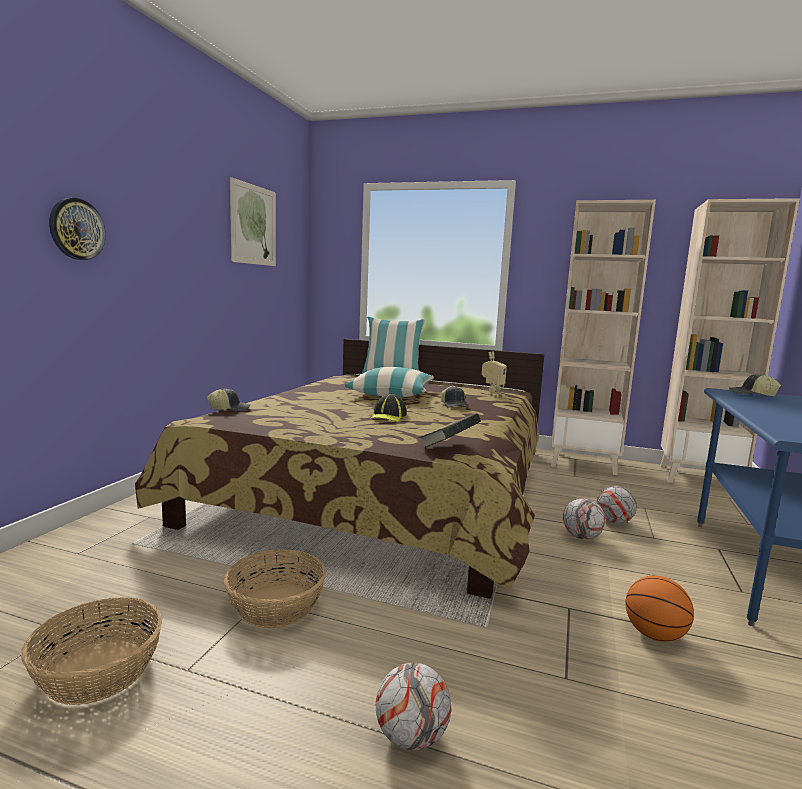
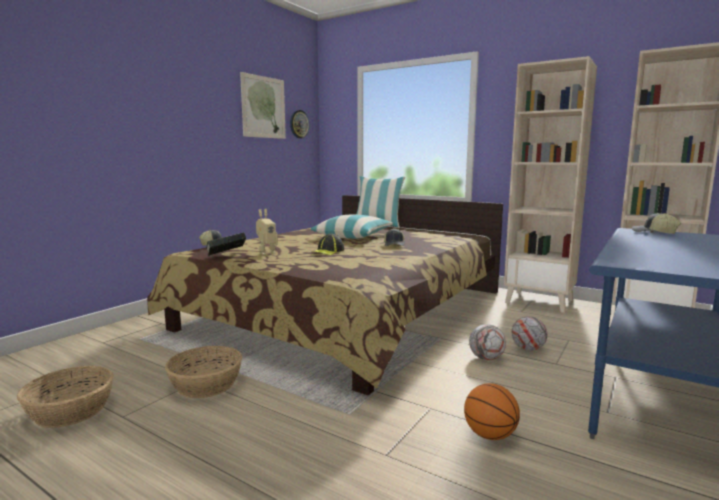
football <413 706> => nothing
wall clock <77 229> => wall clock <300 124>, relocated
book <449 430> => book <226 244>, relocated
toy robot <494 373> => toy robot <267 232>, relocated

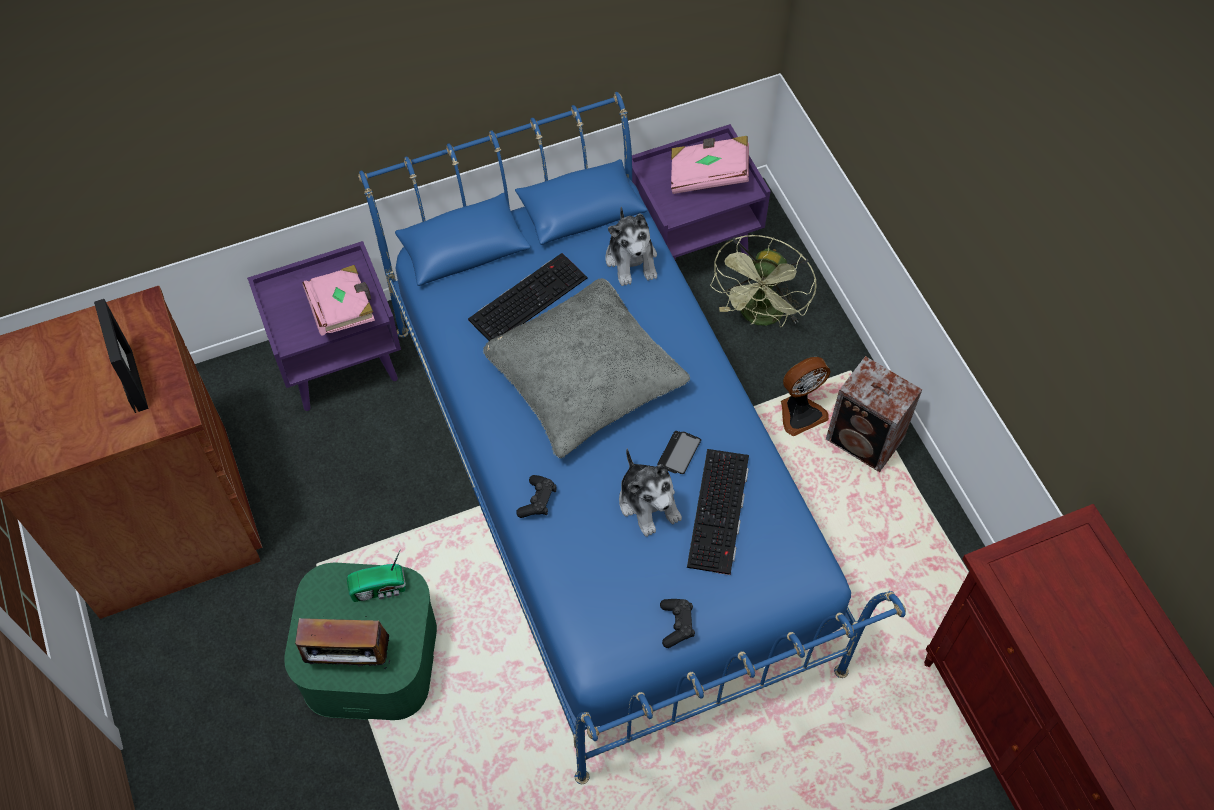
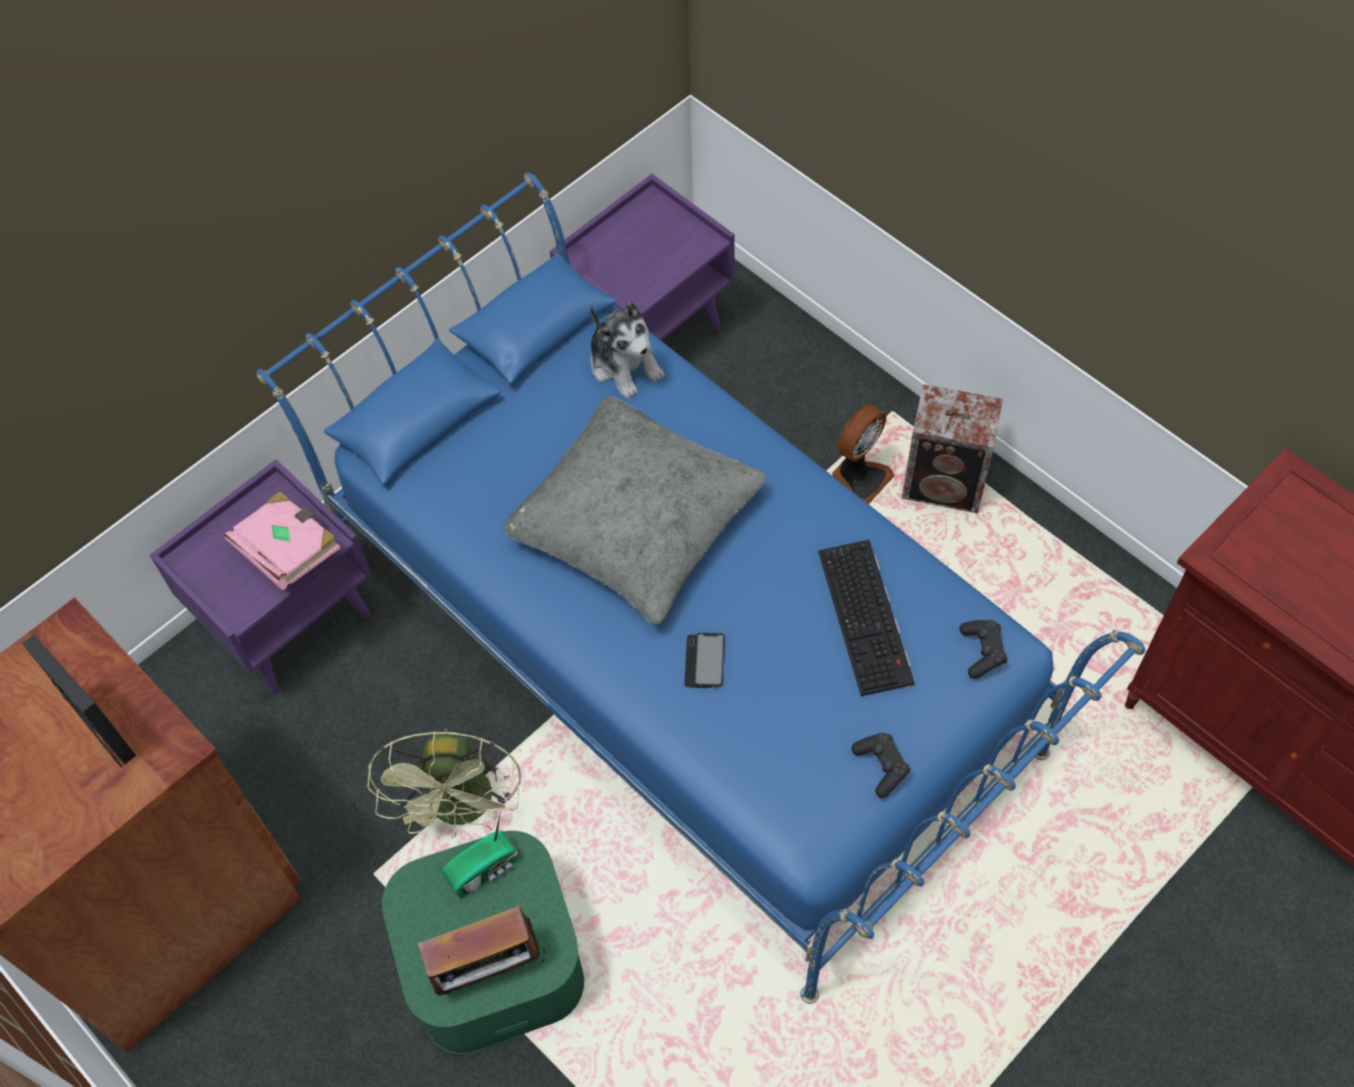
keyboard <527 297> => nothing
plush toy <650 493> => nothing
pink book <710 165> => nothing
black game controller <536 496> => black game controller <983 649>, relocated
phone <679 452> => phone <704 660>, relocated
green fan <763 281> => green fan <444 784>, relocated

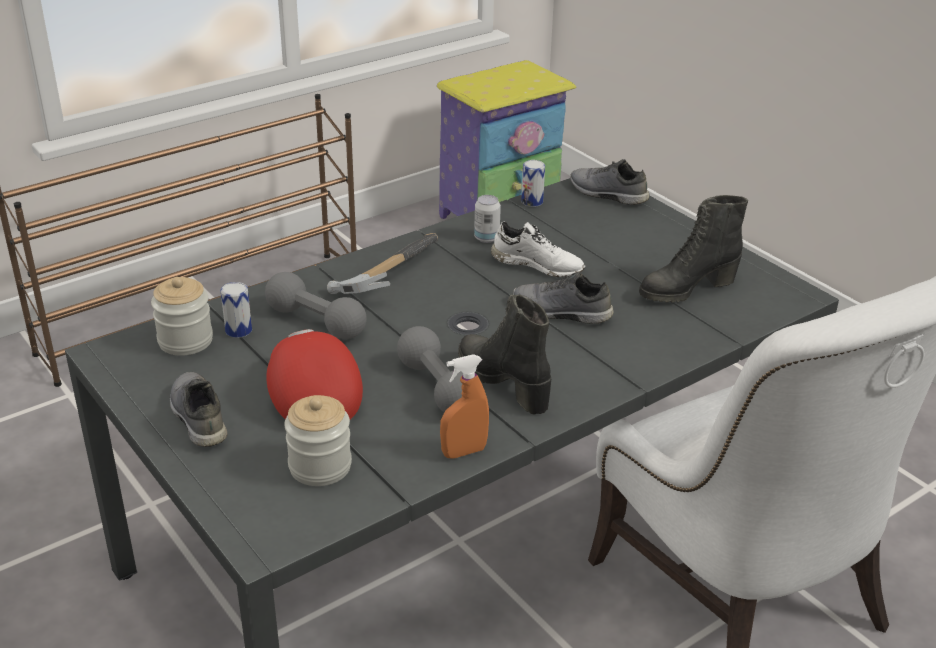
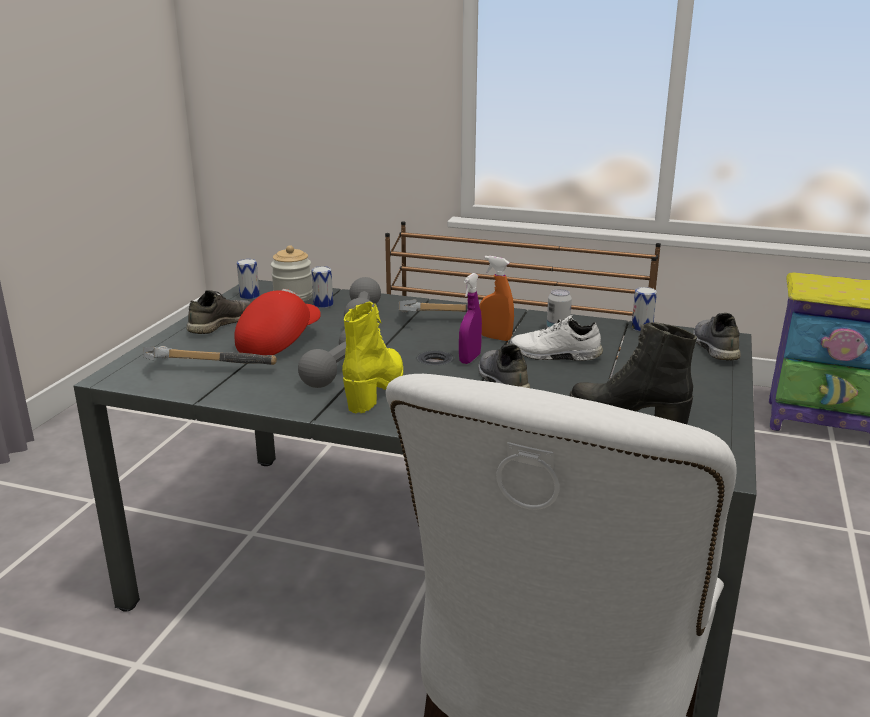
nothing => can <248 279>
nothing => purple spray bottle <470 318>
orange spray bottle <464 406> => orange spray bottle <496 298>, relocated
jar <318 440> => hammer <210 355>
black boot <504 354> => yellow boot <372 358>
white shoe <538 249> => white shoe <556 338>, 120 degrees clockwise

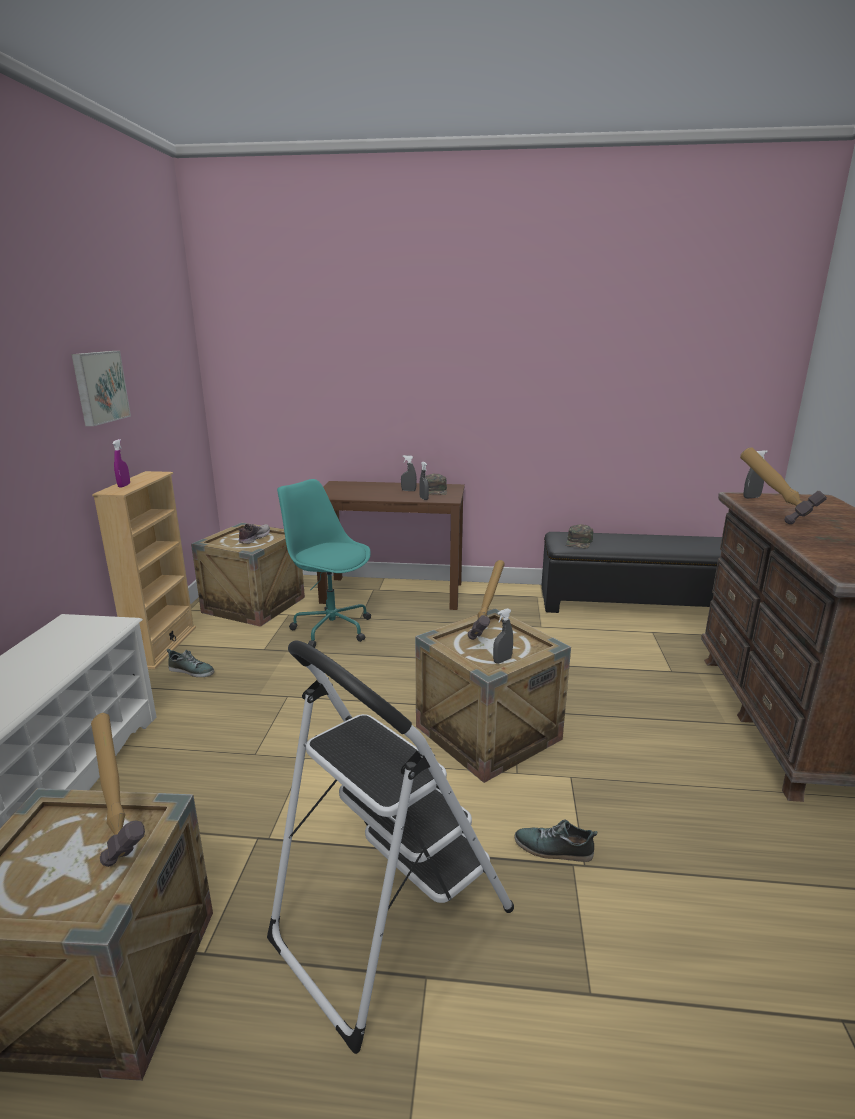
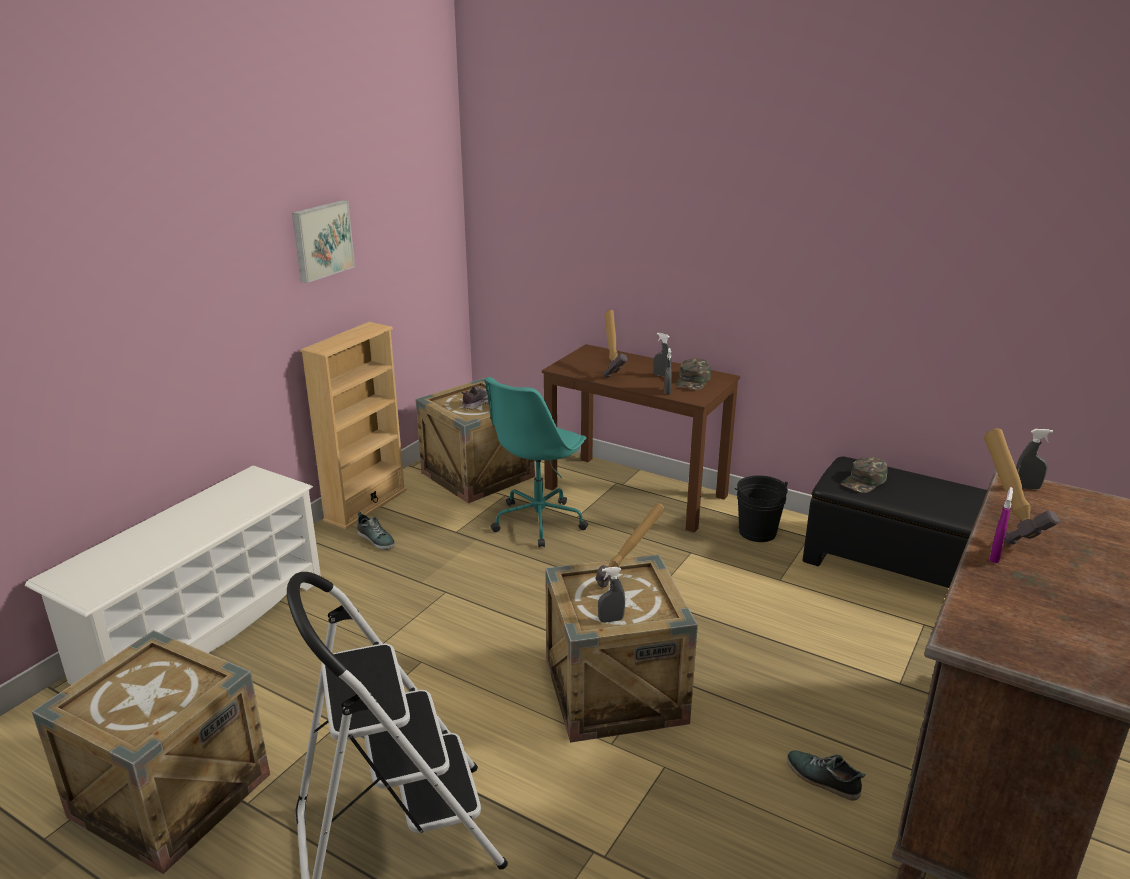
nothing => black bucket <761 508>
hammer <118 790> => hammer <615 343>, relocated
purple spray bottle <121 463> => purple spray bottle <1001 525>, relocated
shoe <556 841> => shoe <826 775>, relocated
turquoise office chair <324 563> => turquoise office chair <536 462>, 120 degrees counterclockwise

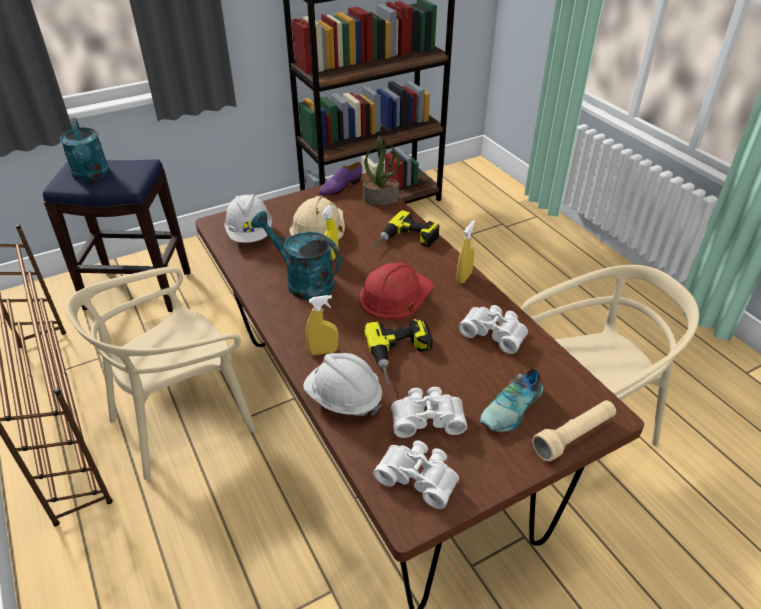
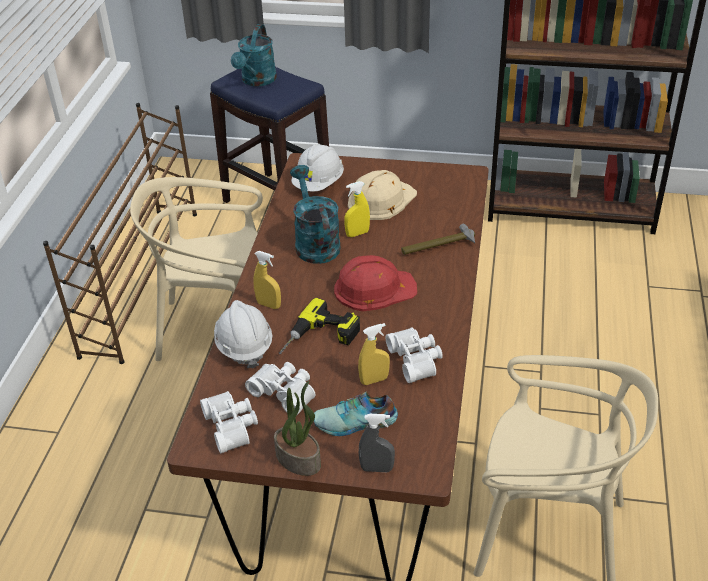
purple shoe <340 179> => nothing
potted plant <381 170> => potted plant <297 428>, relocated
yellow spray bottle <465 252> => yellow spray bottle <374 354>, relocated
power drill <405 229> => hammer <438 239>
beige flashlight <574 431> => grey spray bottle <377 443>

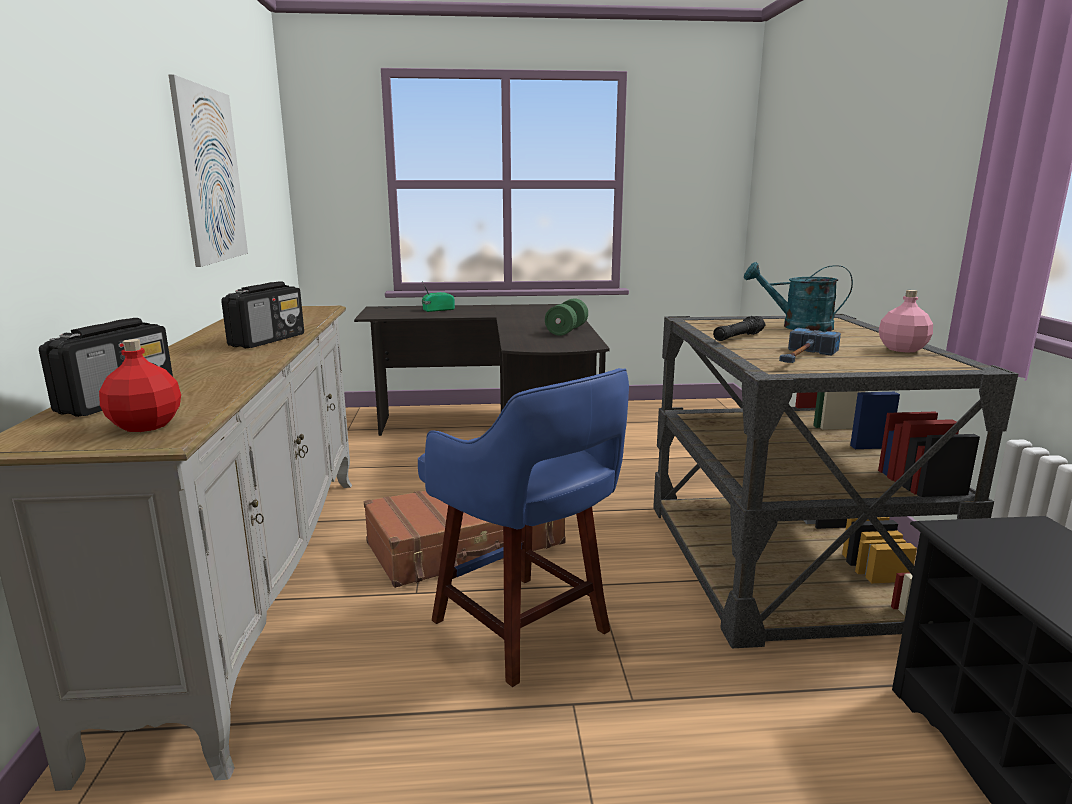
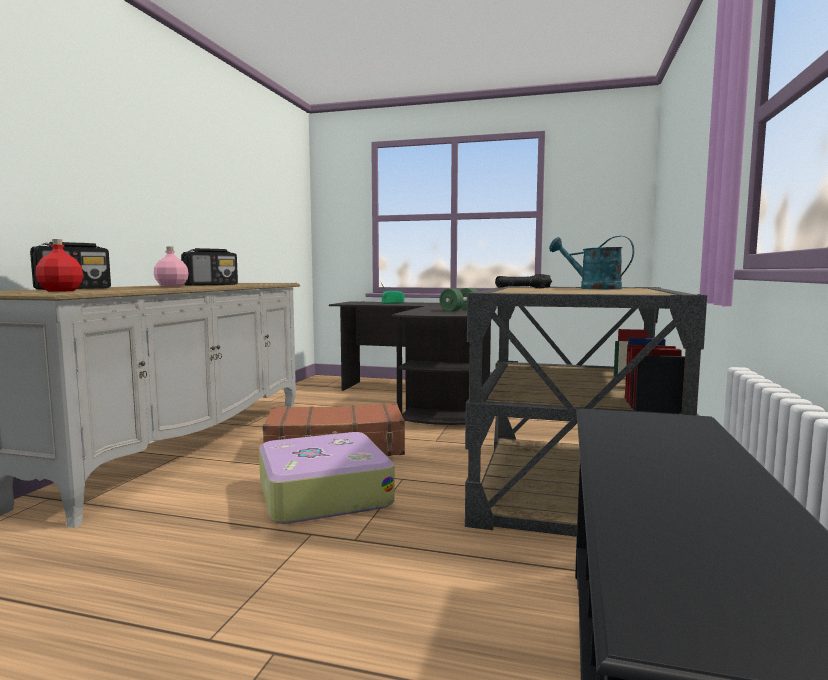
picture <208 170> => nothing
hammer <810 345> => nothing
pink bottle <906 321> => pink bottle <171 266>, relocated
blue stool <523 527> => suitcase <327 478>

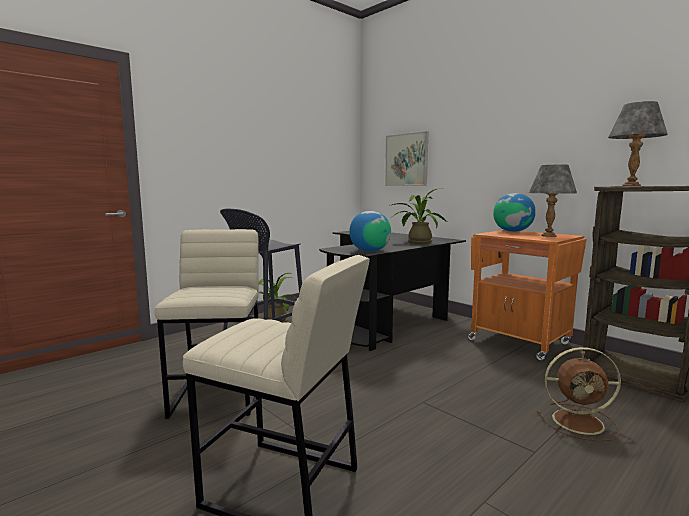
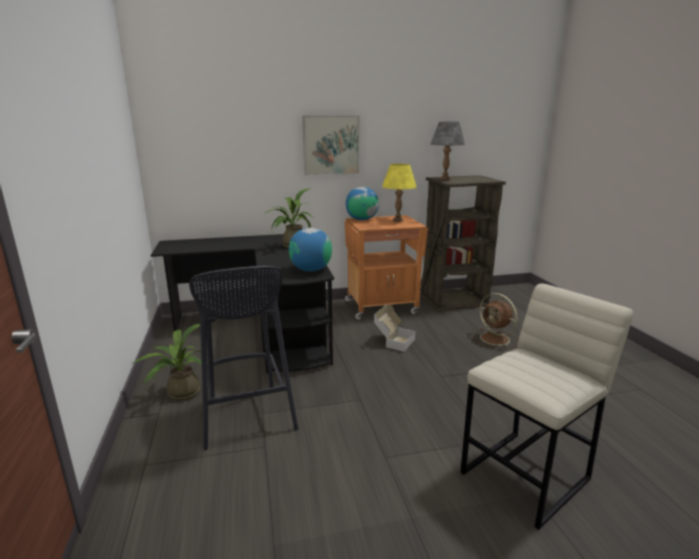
beige chair <207 324> => nothing
nothing => cardboard box <395 328>
picture <407 158> => picture <331 146>, relocated
grey table lamp <553 201> => yellow table lamp <399 193>
brown fan <579 394> => brown fan <495 321>, 105 degrees clockwise

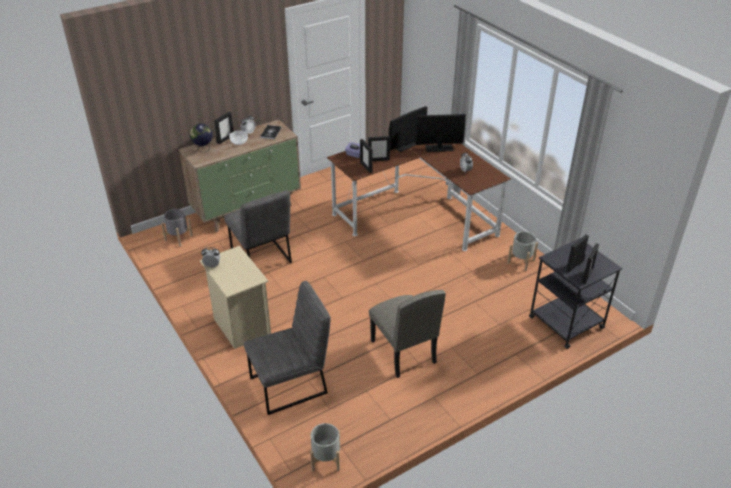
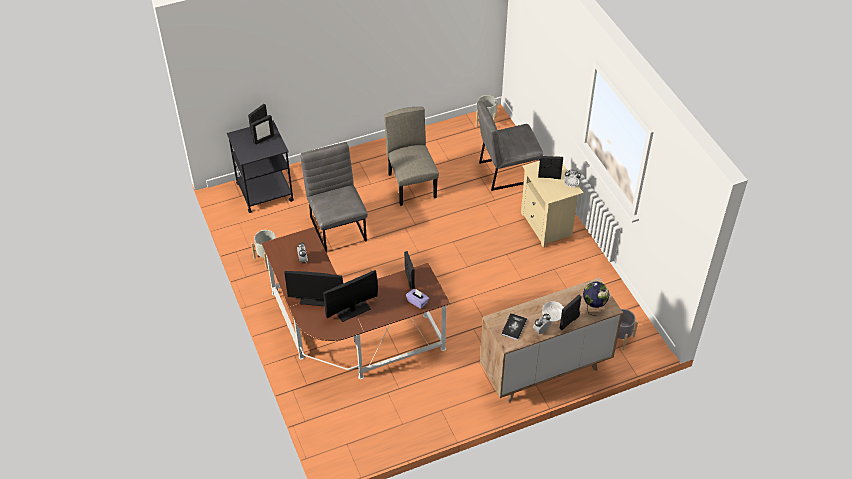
grey chair <258 227> => grey chair <334 197>, relocated
picture frame <379 148> => picture frame <550 167>, relocated

